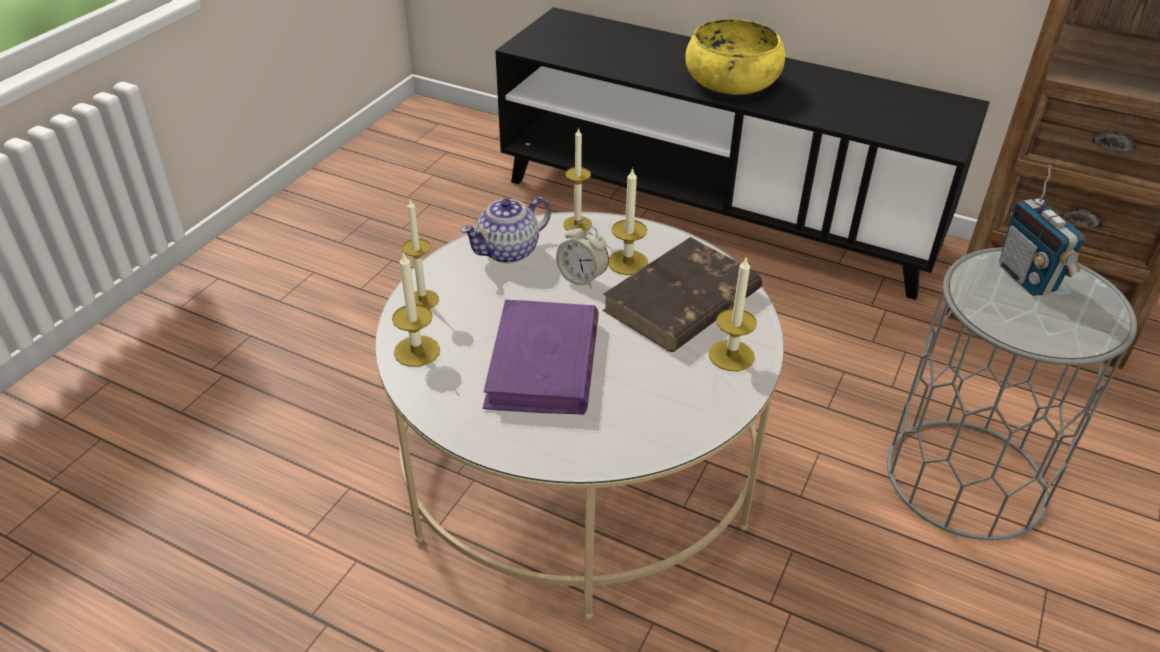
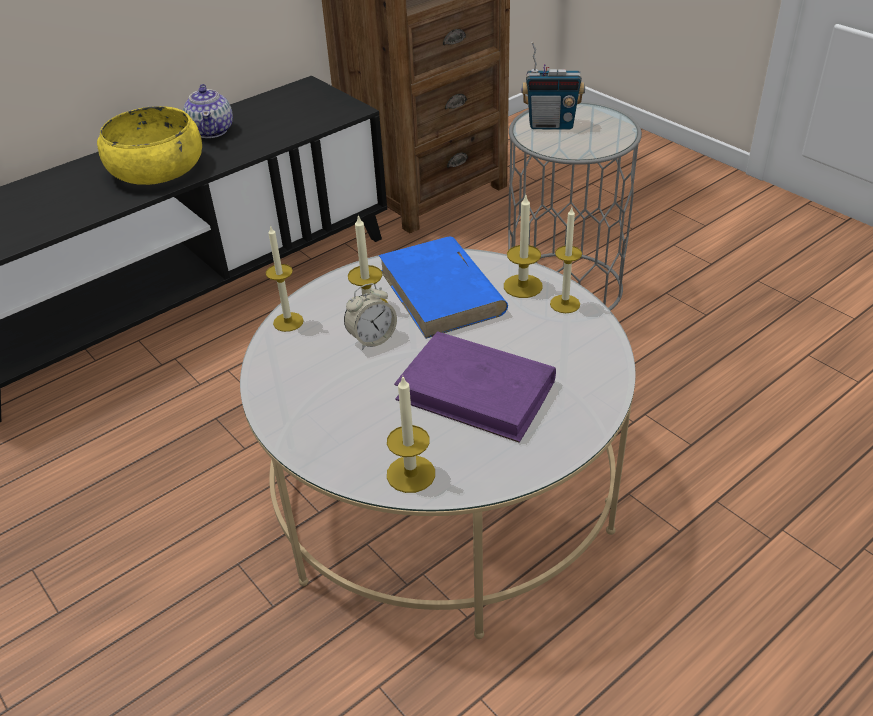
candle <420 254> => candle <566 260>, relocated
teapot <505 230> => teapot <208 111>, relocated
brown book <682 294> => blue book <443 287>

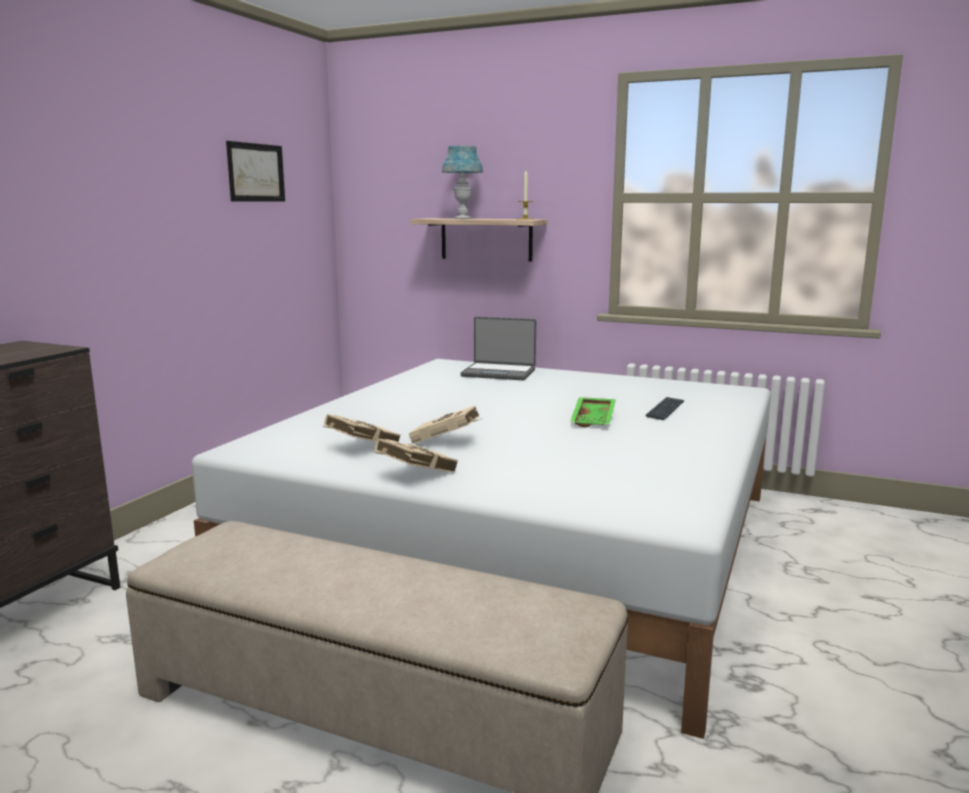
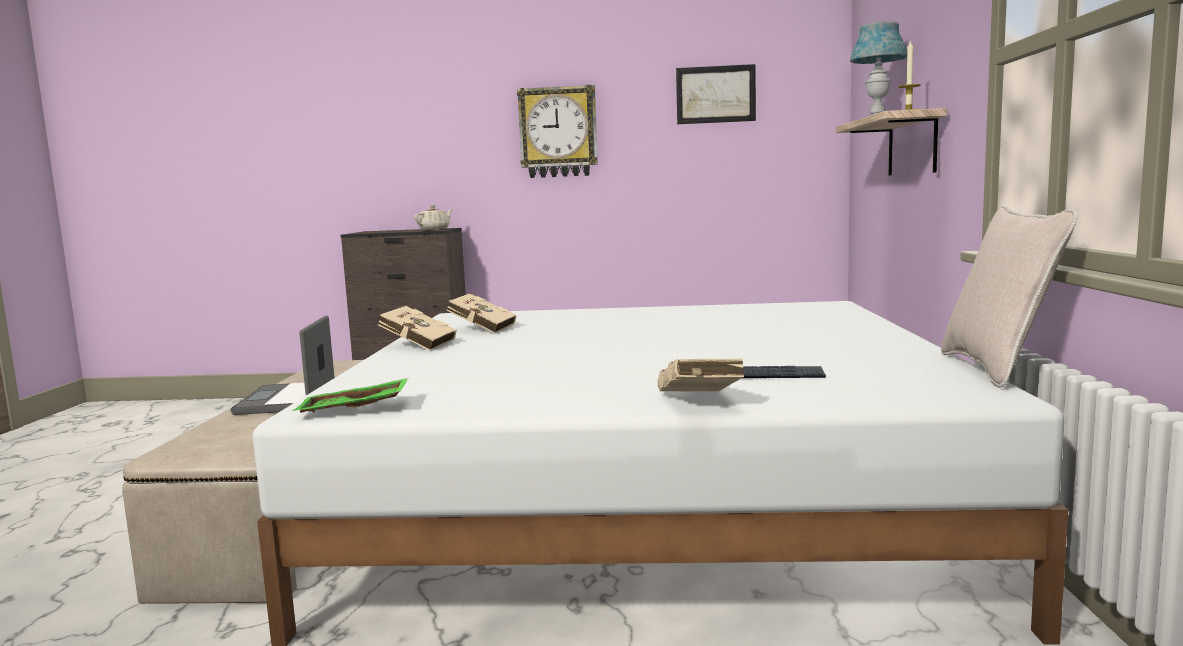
nothing => beige teapot <433 217>
nothing => wall clock <557 131>
nothing => beige pillow <1009 296>
beige book <444 424> => beige book <701 374>, relocated
laptop <498 349> => laptop <282 365>, relocated
green tray <593 412> => green tray <350 395>, relocated

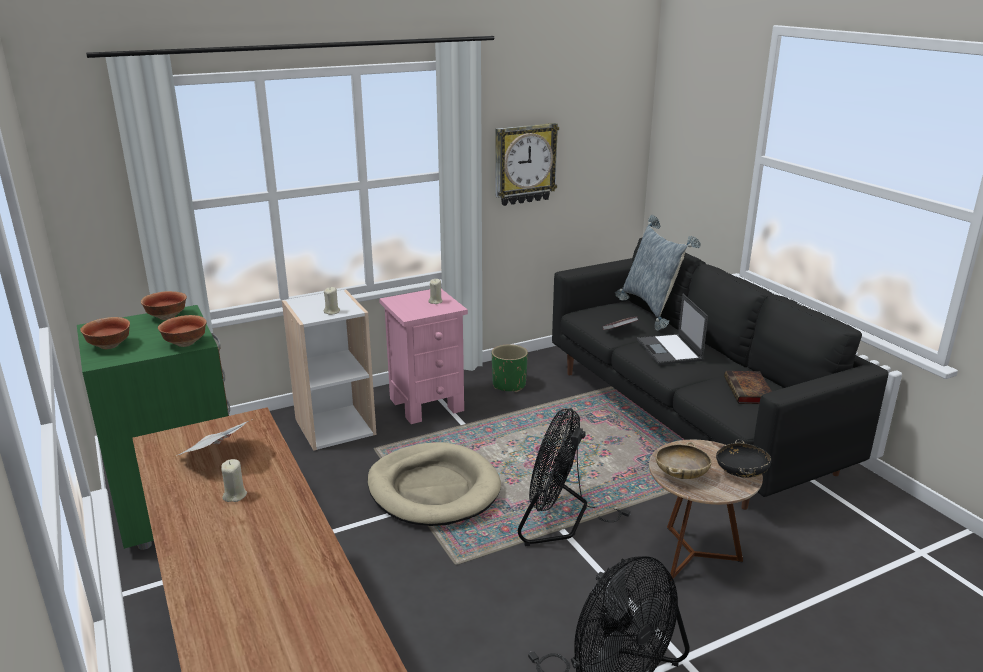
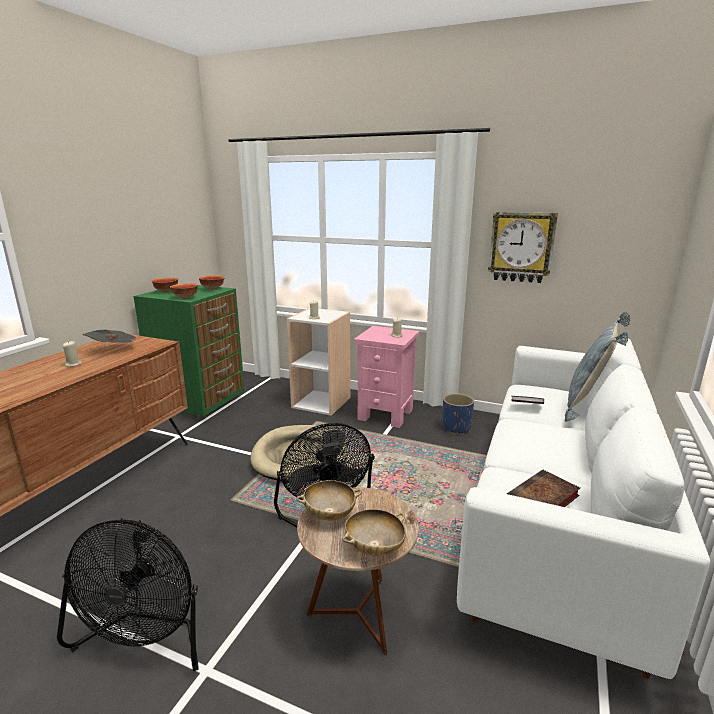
laptop <672 329> => nothing
green planter <510 368> => blue planter <458 413>
black sofa <720 373> => white sofa <583 507>
black bowl <744 458> => beige bowl <374 532>

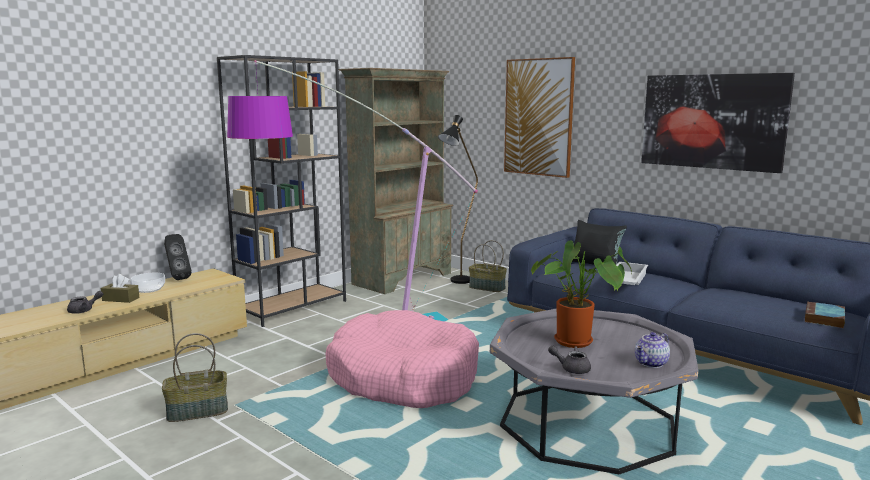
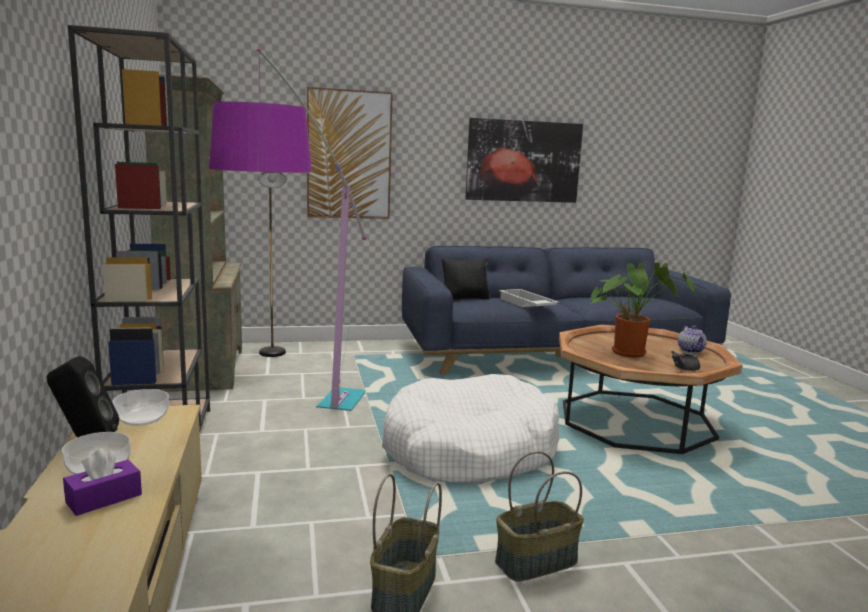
grey teapot <85 302> => nothing
book <825 314> => nothing
nothing => bowl <140 407>
basket <488 266> => basket <539 516>, relocated
brown tissue box <120 288> => purple tissue box <102 482>
pink dog bed <402 359> => white dog bed <470 429>
grey coffee table <594 392> => brown coffee table <651 389>

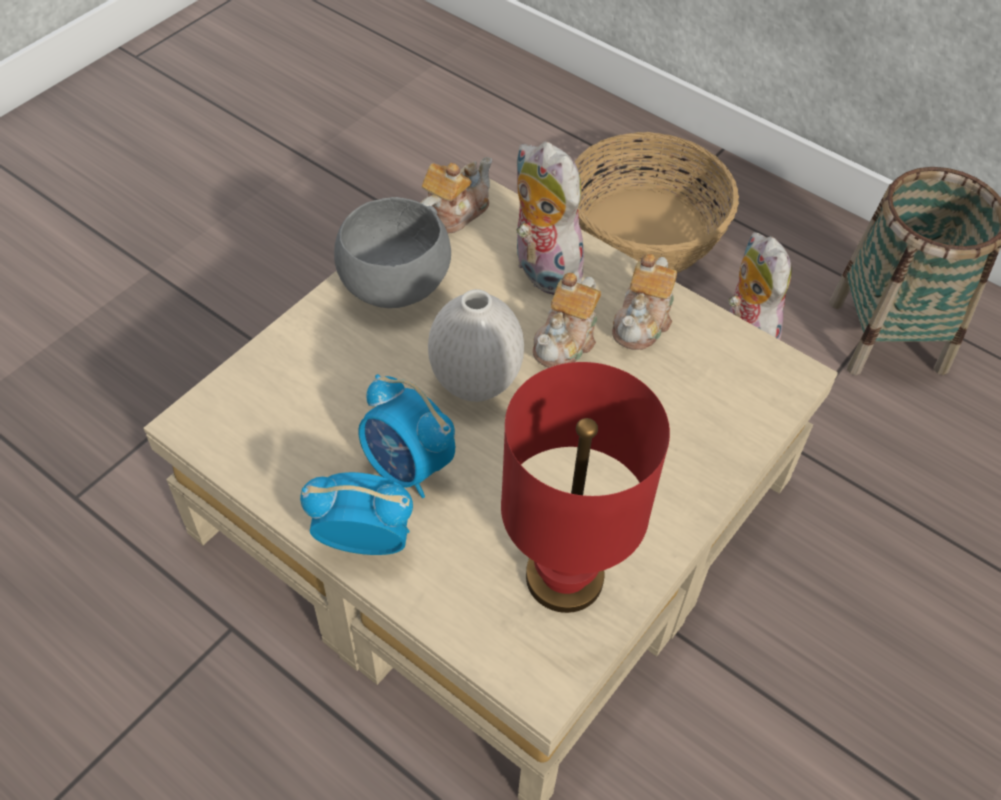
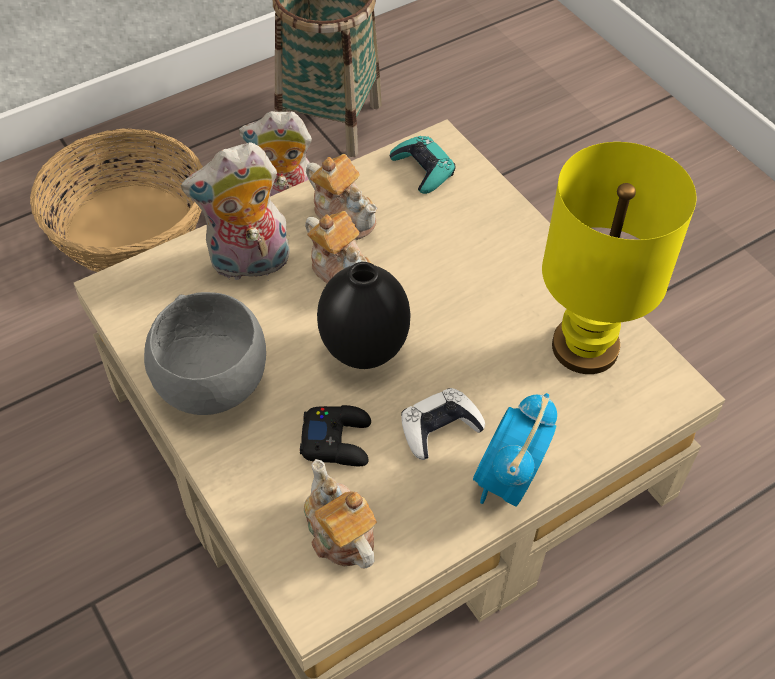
nothing => black game controller <335 435>
nothing => turquoise game controller <422 165>
teapot <457 195> => teapot <340 514>, relocated
alarm clock <406 436> => white game controller <443 424>
white vase <476 345> => black vase <364 315>
red table lamp <585 487> => yellow table lamp <619 258>

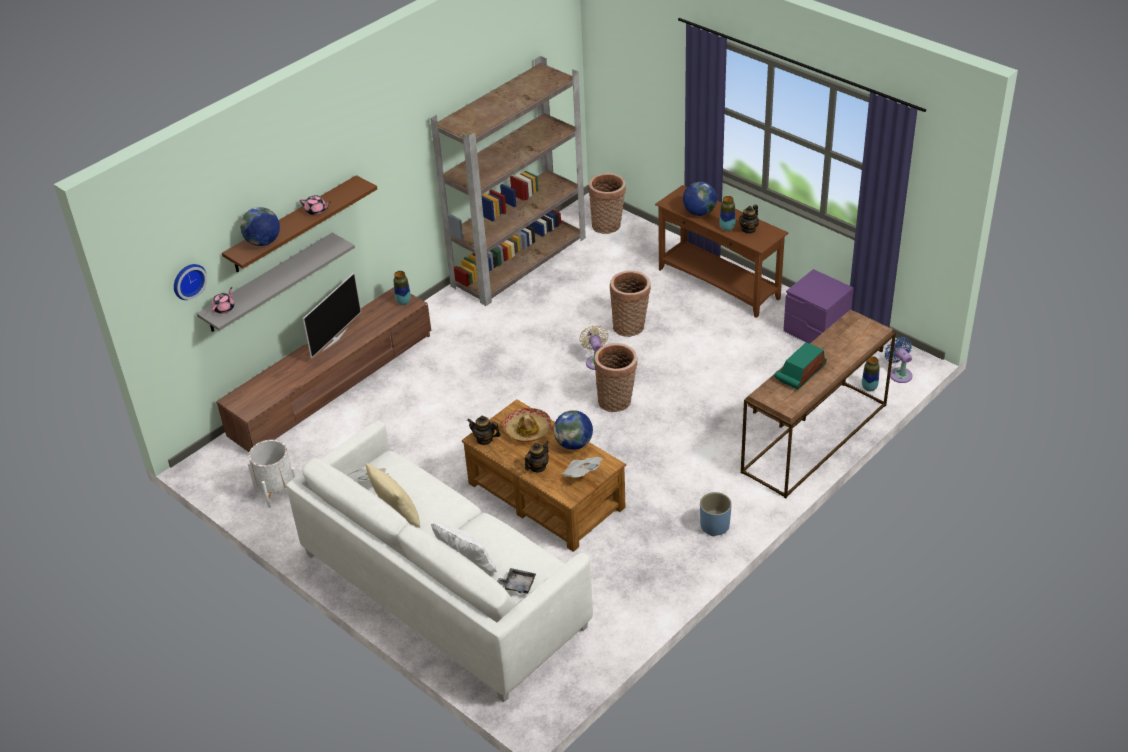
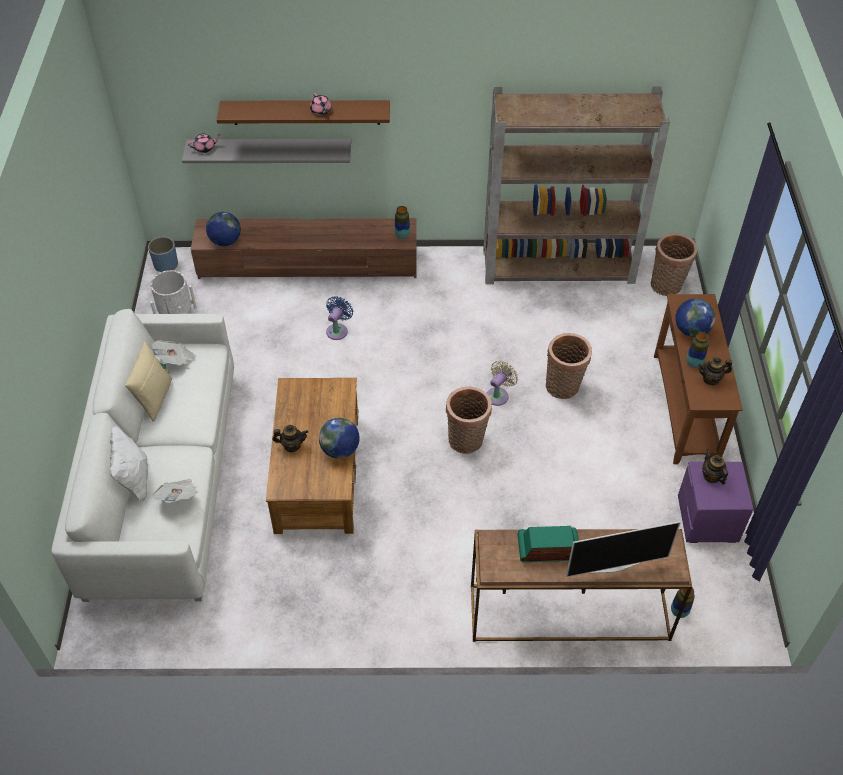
wall clock <190 282> => nothing
grey tray <516 581> => nothing
hat <527 425> => nothing
globe <260 226> => globe <223 229>, relocated
television <332 315> => television <623 549>, relocated
teapot <484 430> => teapot <715 467>, relocated
newspaper <582 467> => newspaper <175 491>, relocated
blue planter <716 514> => blue planter <163 254>, relocated
blue fan <898 360> => blue fan <339 318>, relocated

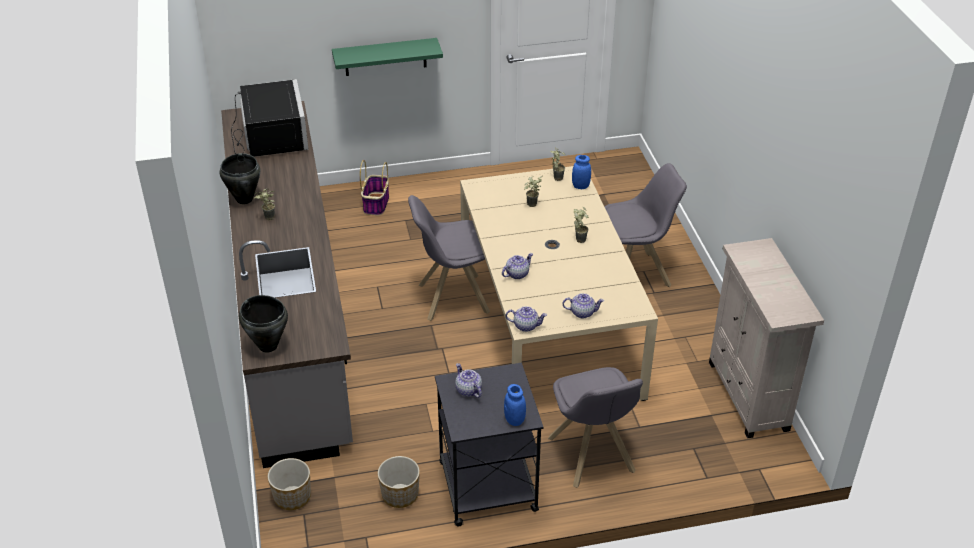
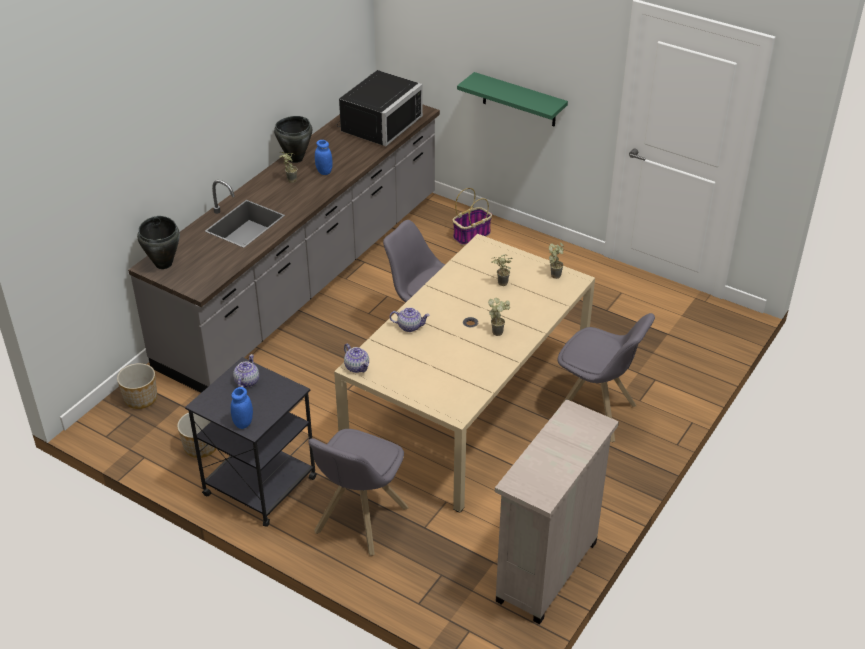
teapot <583 305> => nothing
blue jar <581 172> => blue jar <324 157>, relocated

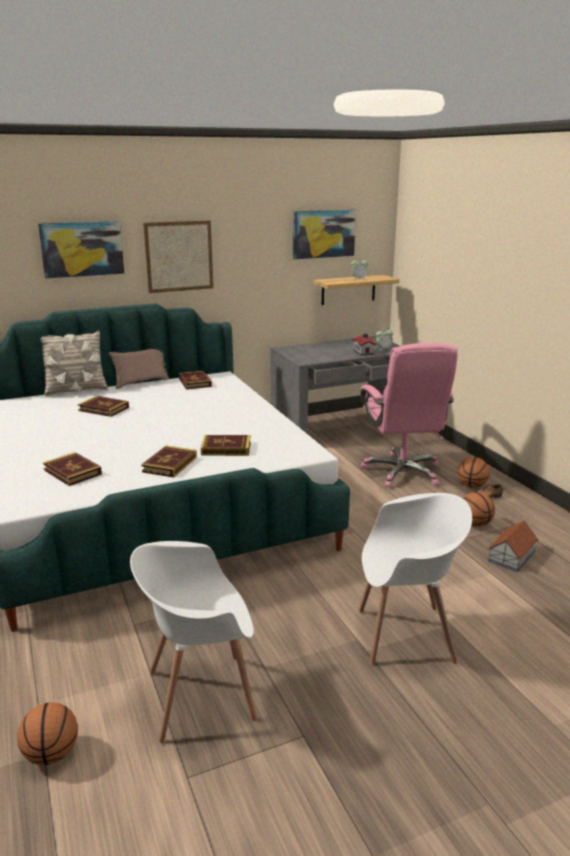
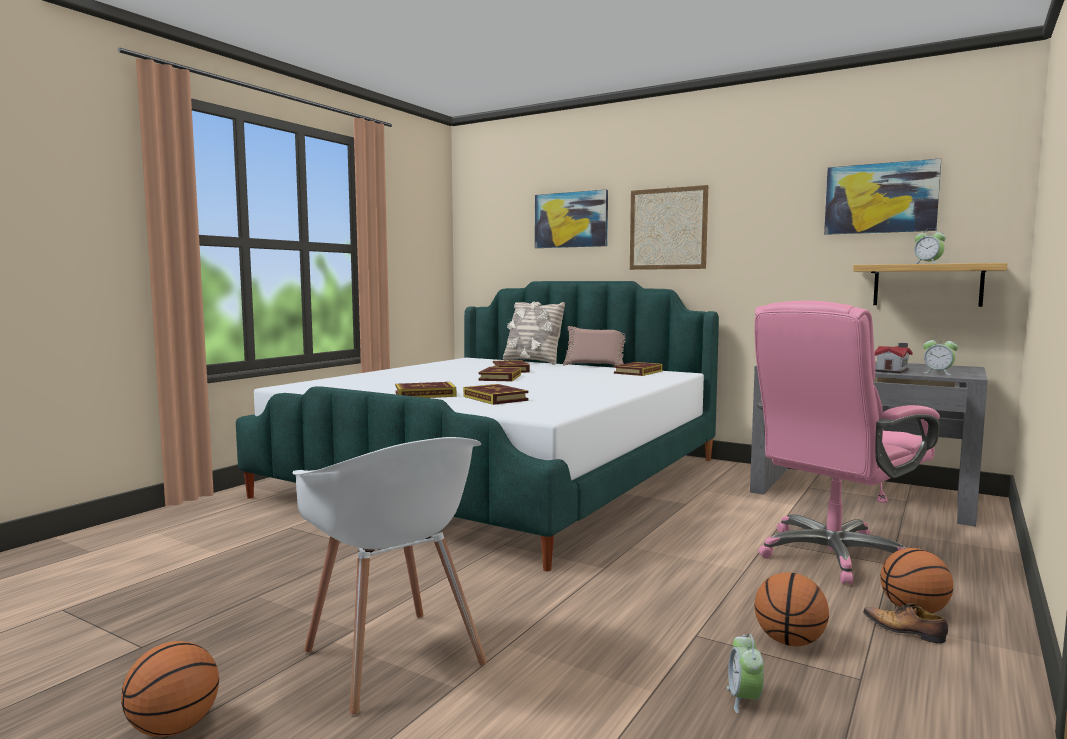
white chair <193 642> => nothing
basketball <47 733> => basketball <170 689>, relocated
book <72 469> => book <499 374>, relocated
toy house <513 546> => alarm clock <745 673>

